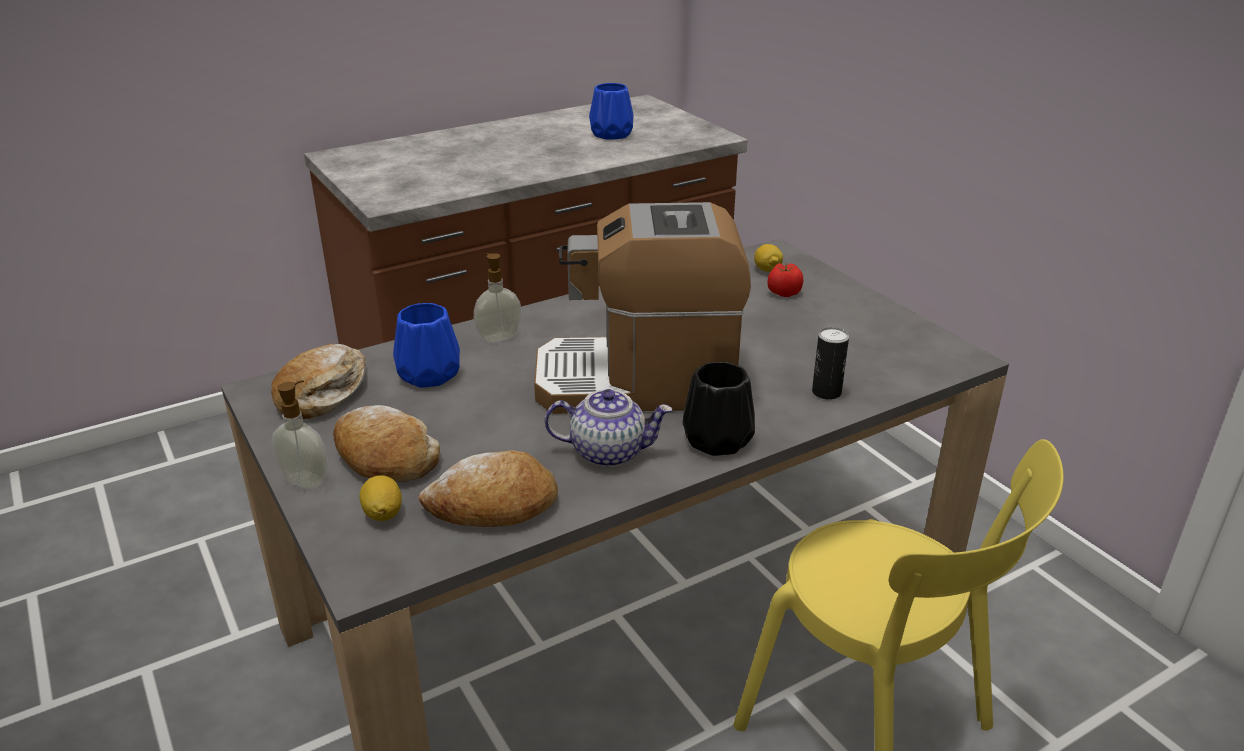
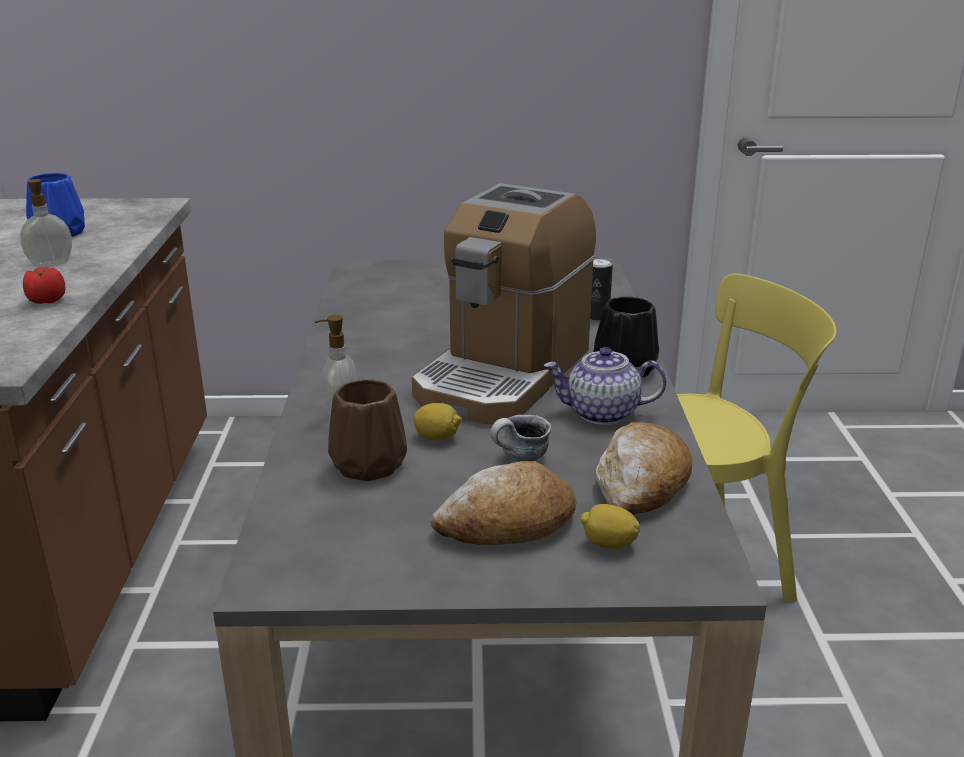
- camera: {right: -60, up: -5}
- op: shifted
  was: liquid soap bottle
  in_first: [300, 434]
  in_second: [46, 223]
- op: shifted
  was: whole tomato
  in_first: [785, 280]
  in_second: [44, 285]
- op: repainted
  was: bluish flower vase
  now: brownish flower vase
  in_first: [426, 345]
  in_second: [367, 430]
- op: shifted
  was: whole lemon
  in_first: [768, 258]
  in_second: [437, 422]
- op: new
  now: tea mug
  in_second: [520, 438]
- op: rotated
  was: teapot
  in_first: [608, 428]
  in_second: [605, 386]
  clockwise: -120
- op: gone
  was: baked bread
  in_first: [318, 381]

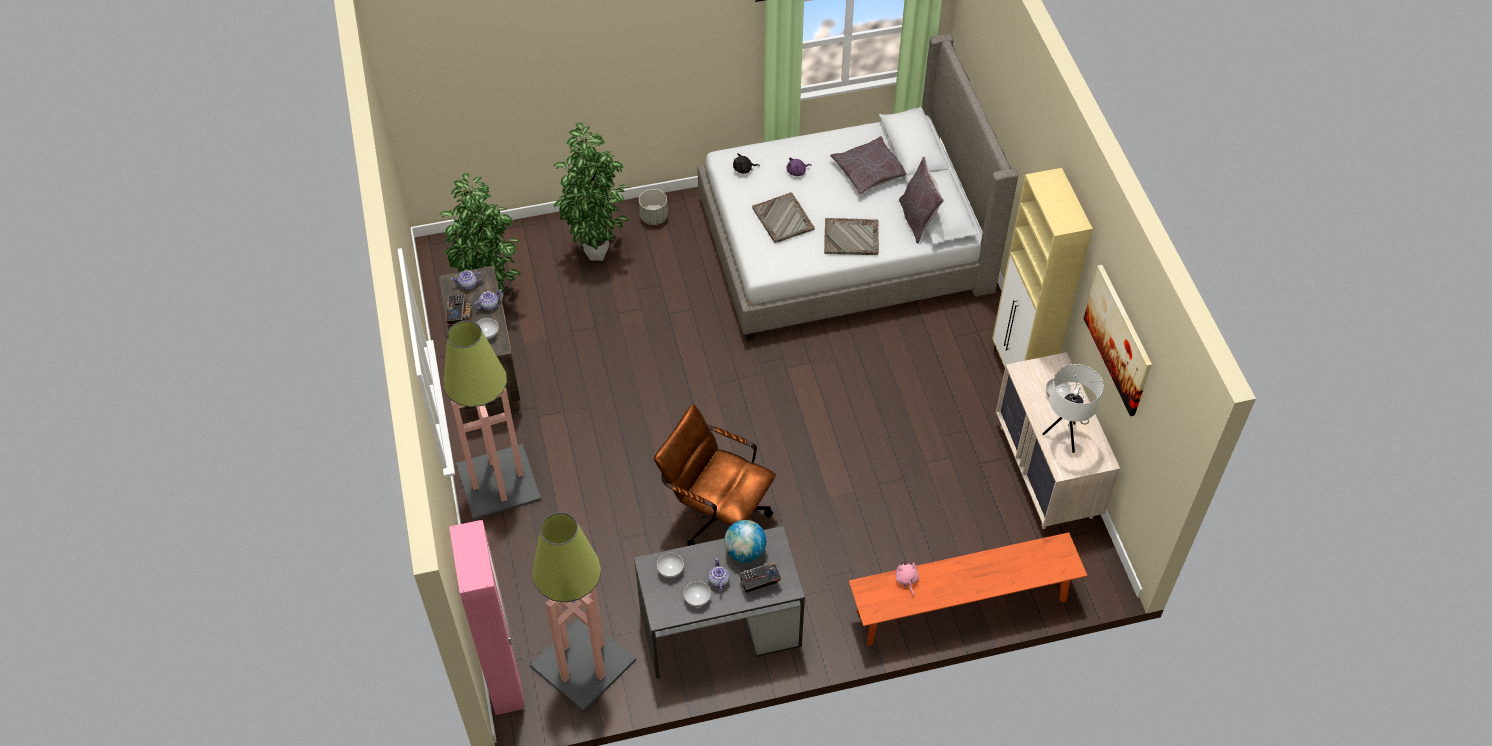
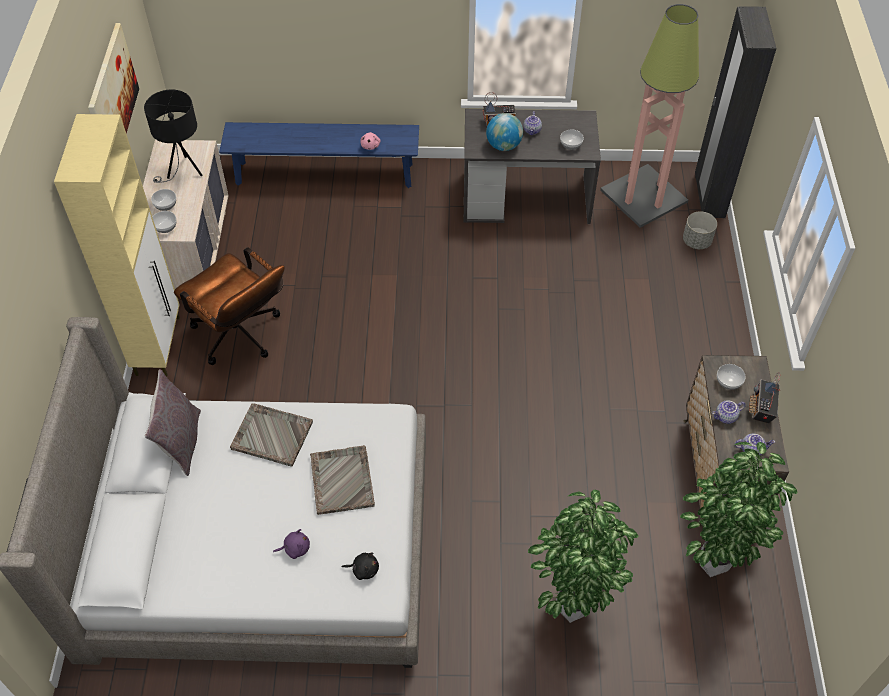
- camera: {right: -165, up: 0}
- op: repainted
  was: whitish tabletop lamp
  now: blackish tabletop lamp
  in_first: [1073, 408]
  in_second: [173, 136]
- op: shifted
  was: serving bowl
  in_first: [697, 594]
  in_second: [164, 222]
- op: shifted
  was: brownish office chair
  in_first: [715, 475]
  in_second: [229, 306]
- op: repainted
  was: orange-coloured indoor bench
  now: bluish indoor bench
  in_first: [968, 589]
  in_second: [319, 155]
- op: shifted
  was: gray planter
  in_first: [653, 207]
  in_second: [700, 230]
- op: repainted
  was: pinkish armoire
  now: blackish armoire
  in_first: [487, 617]
  in_second: [735, 112]
- op: gone
  was: standing lamp
  in_first: [492, 420]
- op: gone
  was: gray throw pillow
  in_first: [868, 165]

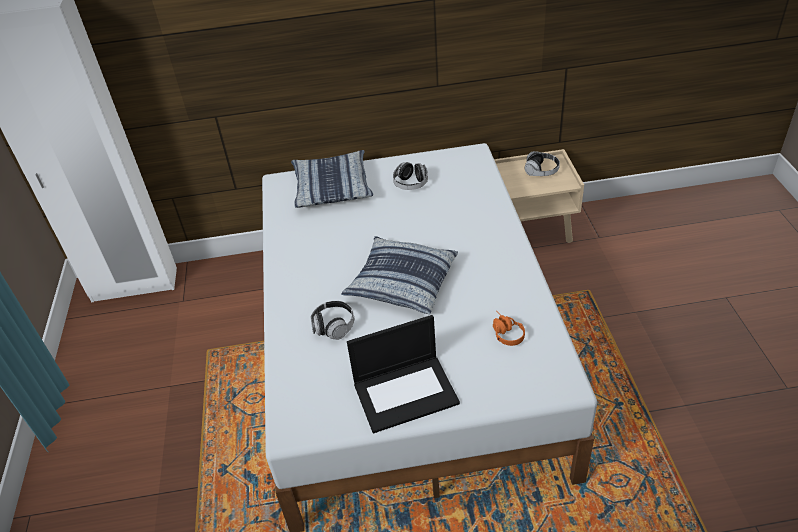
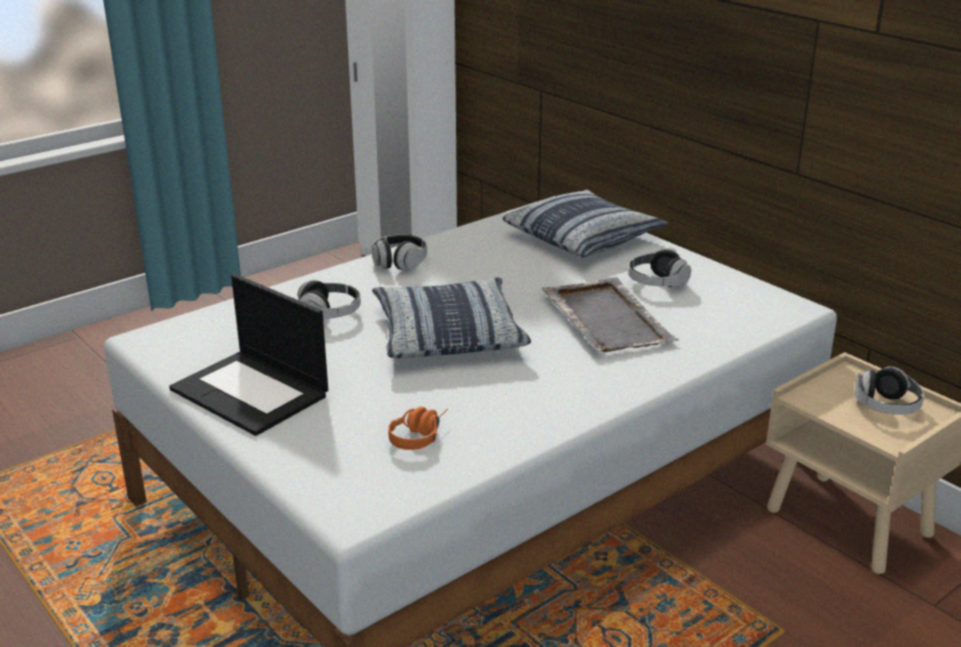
- camera: {right: 55, up: -15}
- op: new
  now: headset
  in_second: [399, 252]
- op: new
  now: gray carrying tray
  in_second: [610, 314]

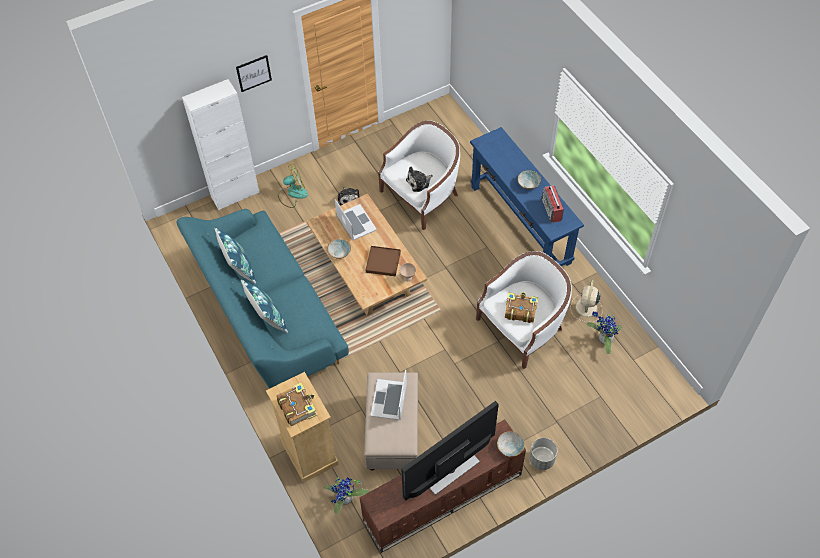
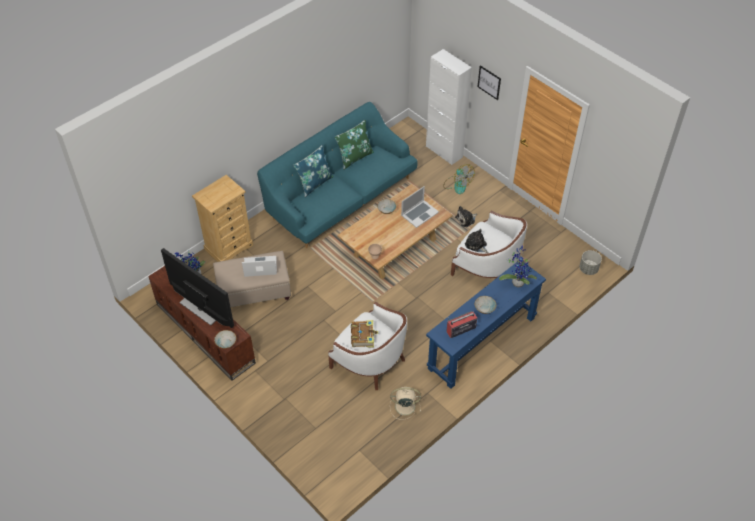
- camera: {right: 75, up: -5}
- op: repainted
  was: bluish throw pillow
  now: greenish throw pillow
  in_first: [235, 255]
  in_second: [354, 144]
- op: shifted
  was: potted plant
  in_first: [604, 332]
  in_second: [518, 267]
- op: shifted
  was: gray planter
  in_first: [543, 454]
  in_second: [590, 262]
- op: gone
  was: book
  in_first: [297, 404]
- op: gone
  was: brownish carrying tray
  in_first: [383, 261]

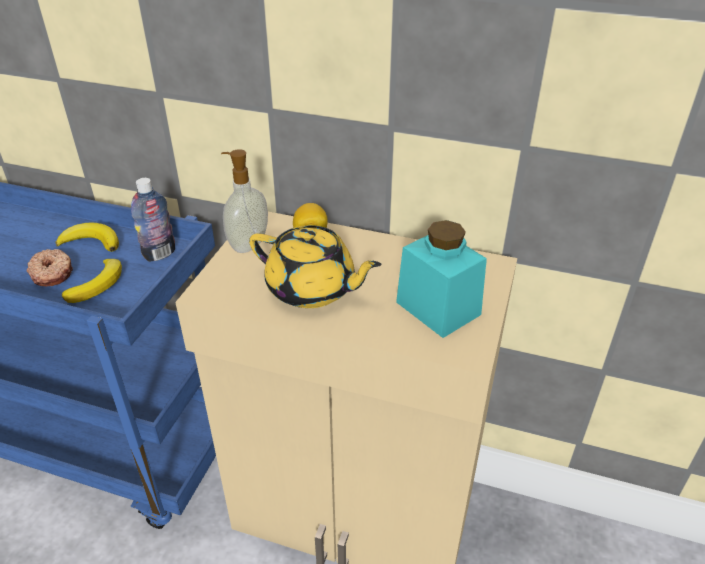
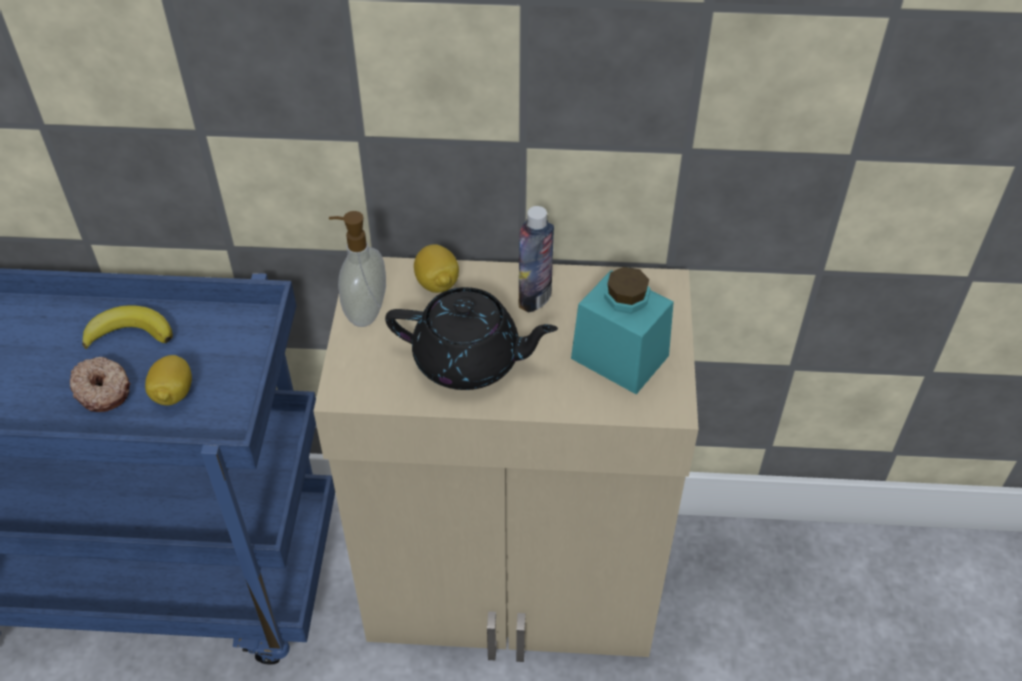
- camera: {right: -15, up: 10}
- op: swapped
  was: whole banana
  now: whole lemon
  in_first: [92, 281]
  in_second: [168, 380]
- op: repainted
  was: yellow-coloured teapot
  now: blackish teapot
  in_first: [315, 266]
  in_second: [471, 338]
- op: shifted
  was: bottle
  in_first: [153, 220]
  in_second: [536, 259]

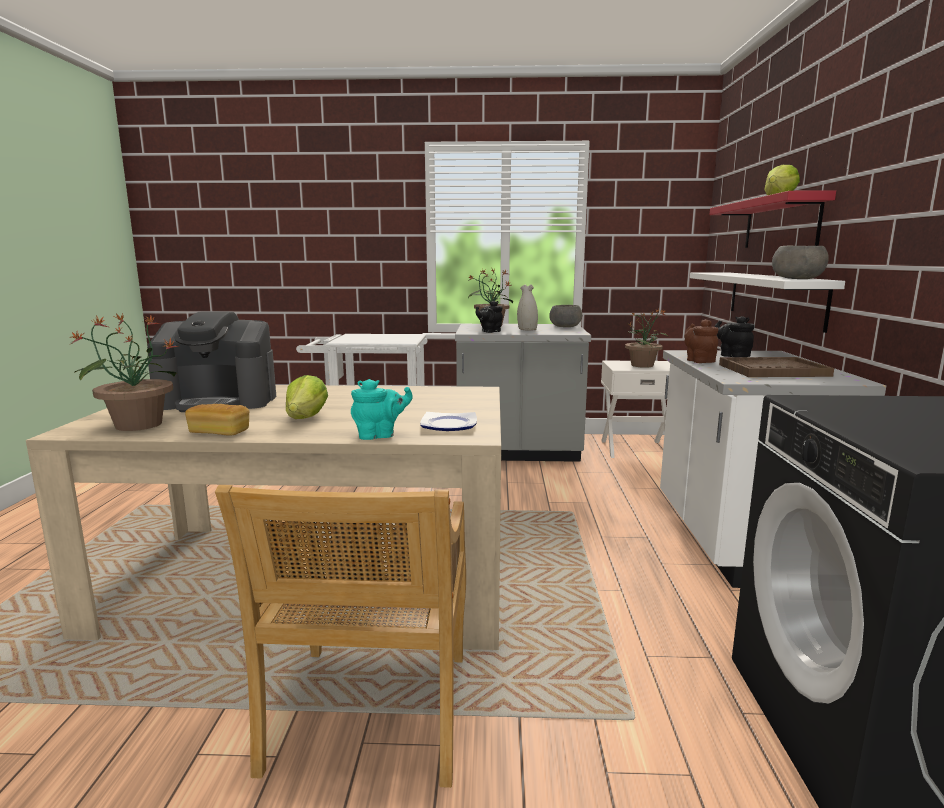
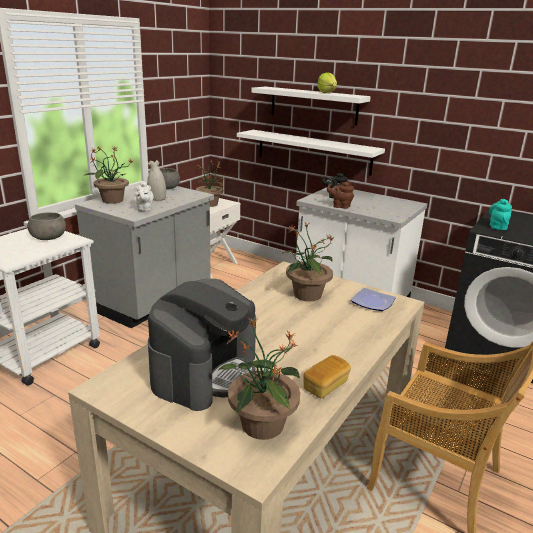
- camera: {right: -60, up: 10}
- op: shifted
  was: gray serving bowl
  in_first: [800, 262]
  in_second: [46, 226]
- op: repainted
  was: blackish teapot
  now: whitish teapot
  in_first: [489, 317]
  in_second: [143, 196]
- op: repainted
  was: red bracket shelf
  now: whitish bracket shelf
  in_first: [772, 219]
  in_second: [311, 106]
- op: new
  now: potted plant
  in_second: [308, 261]
- op: shifted
  was: turquoise-coloured teapot
  in_first: [382, 409]
  in_second: [500, 214]
- op: gone
  was: head of lettuce
  in_first: [307, 397]
- op: gone
  was: brownish carrying tray
  in_first: [776, 367]

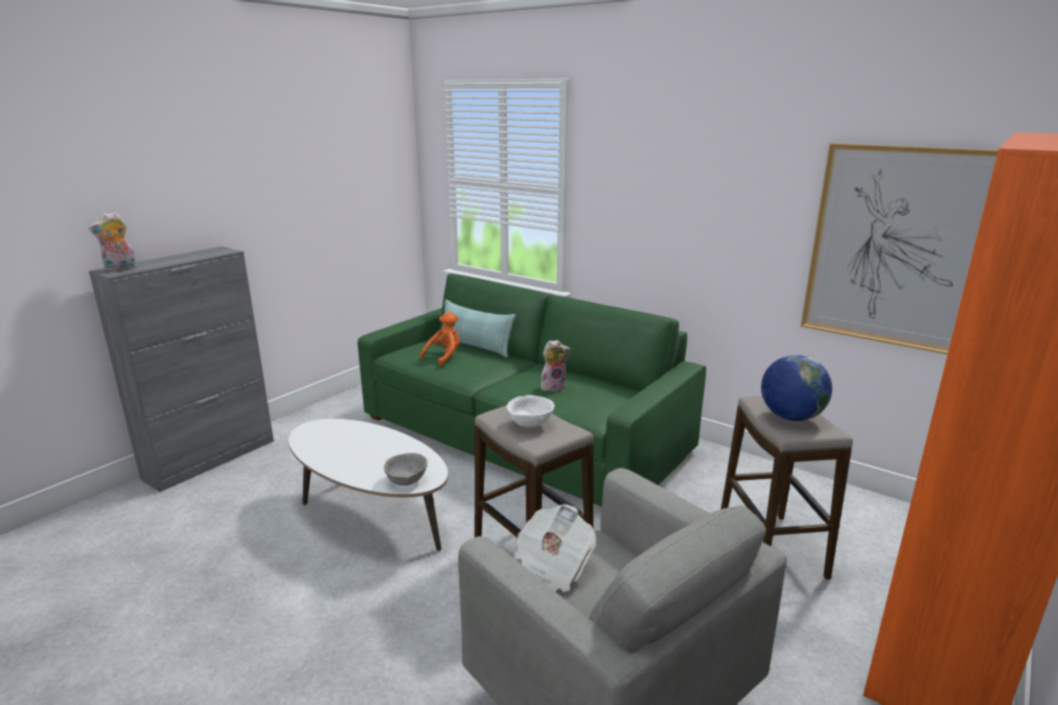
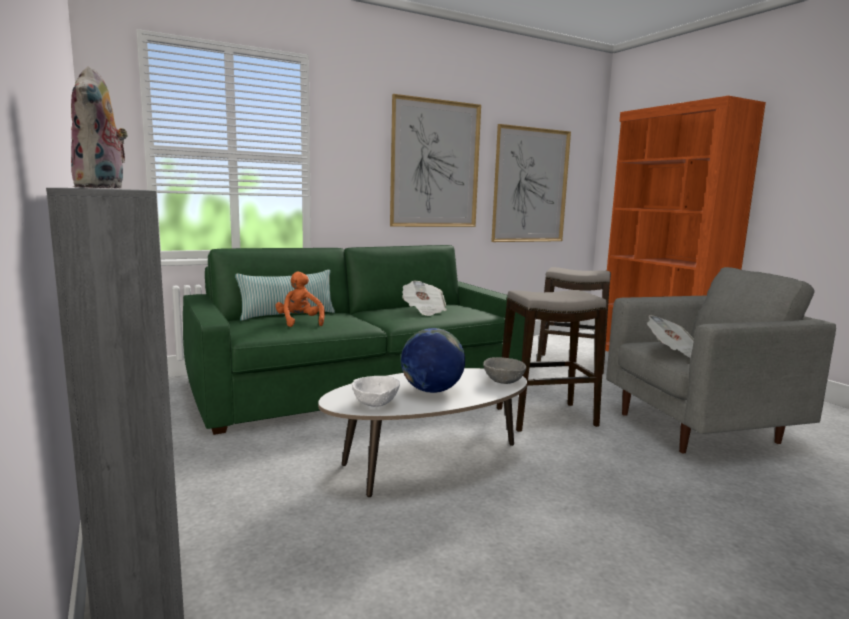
- camera: {right: -65, up: -10}
- op: shifted
  was: whitish serving bowl
  in_first: [530, 411]
  in_second: [376, 391]
- op: new
  now: wall picture
  in_second: [435, 160]
- op: shifted
  was: globe
  in_first: [796, 388]
  in_second: [433, 360]
- op: swapped
  was: plush toy
  now: newspaper
  in_first: [555, 365]
  in_second: [424, 298]

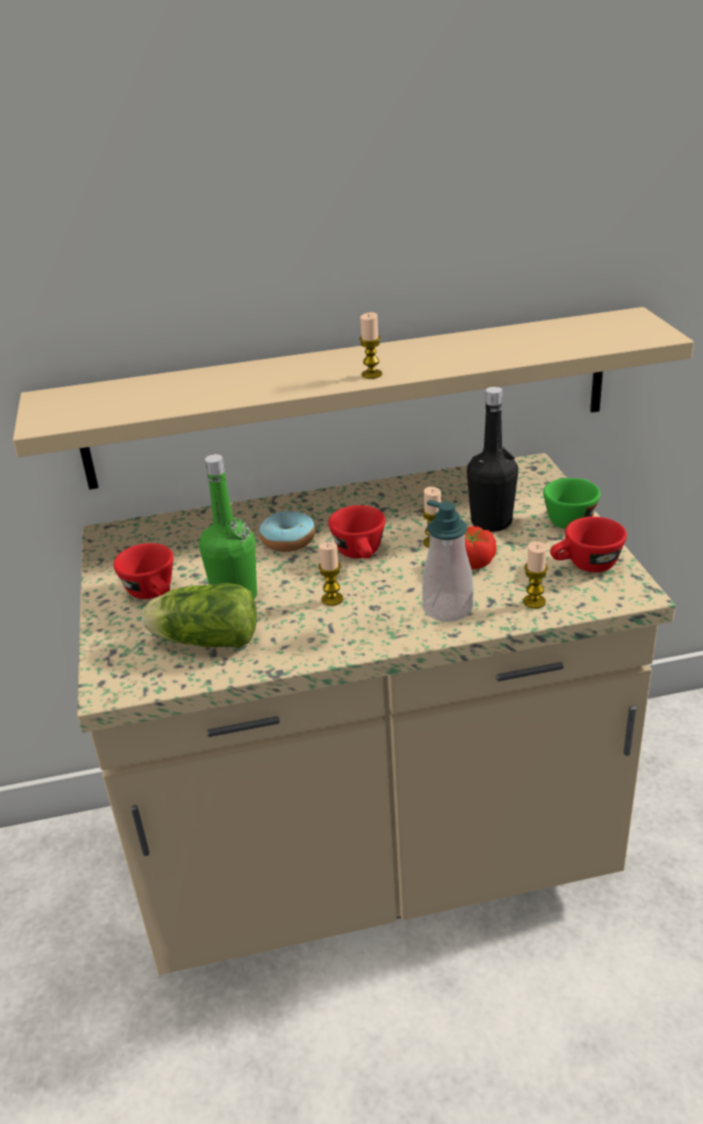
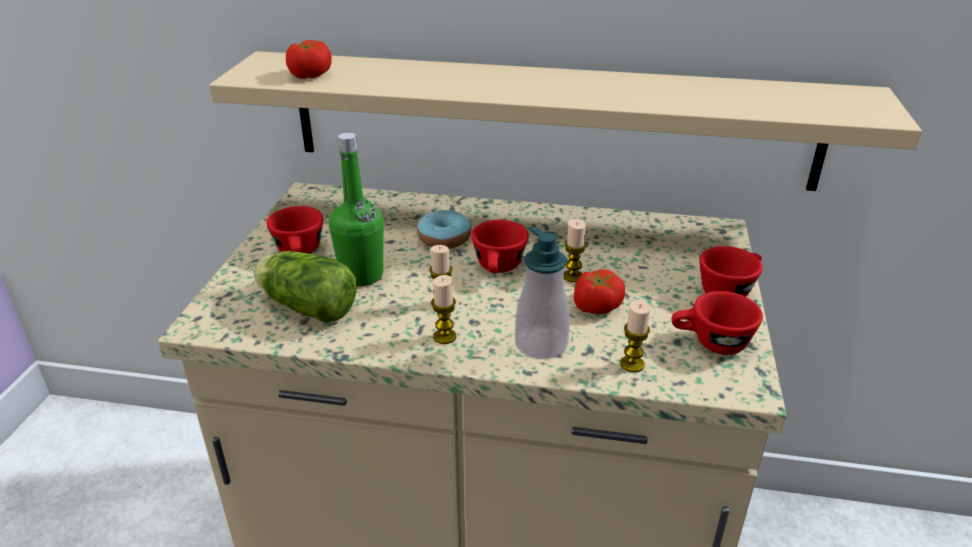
- camera: {right: 20, up: 0}
- op: new
  now: whole tomato
  in_second: [309, 59]
- op: shifted
  was: candle
  in_first: [370, 345]
  in_second: [444, 309]
- op: repainted
  was: greenish drinking cup
  now: red drinking cup
  in_first: [572, 503]
  in_second: [731, 271]
- op: gone
  was: blackish bottle
  in_first: [492, 459]

